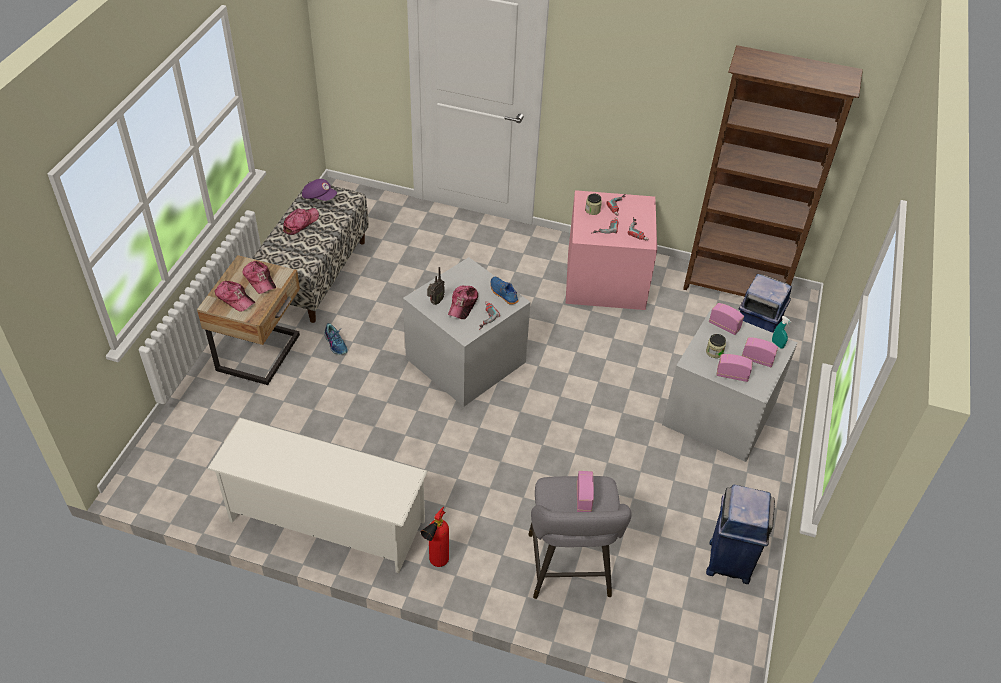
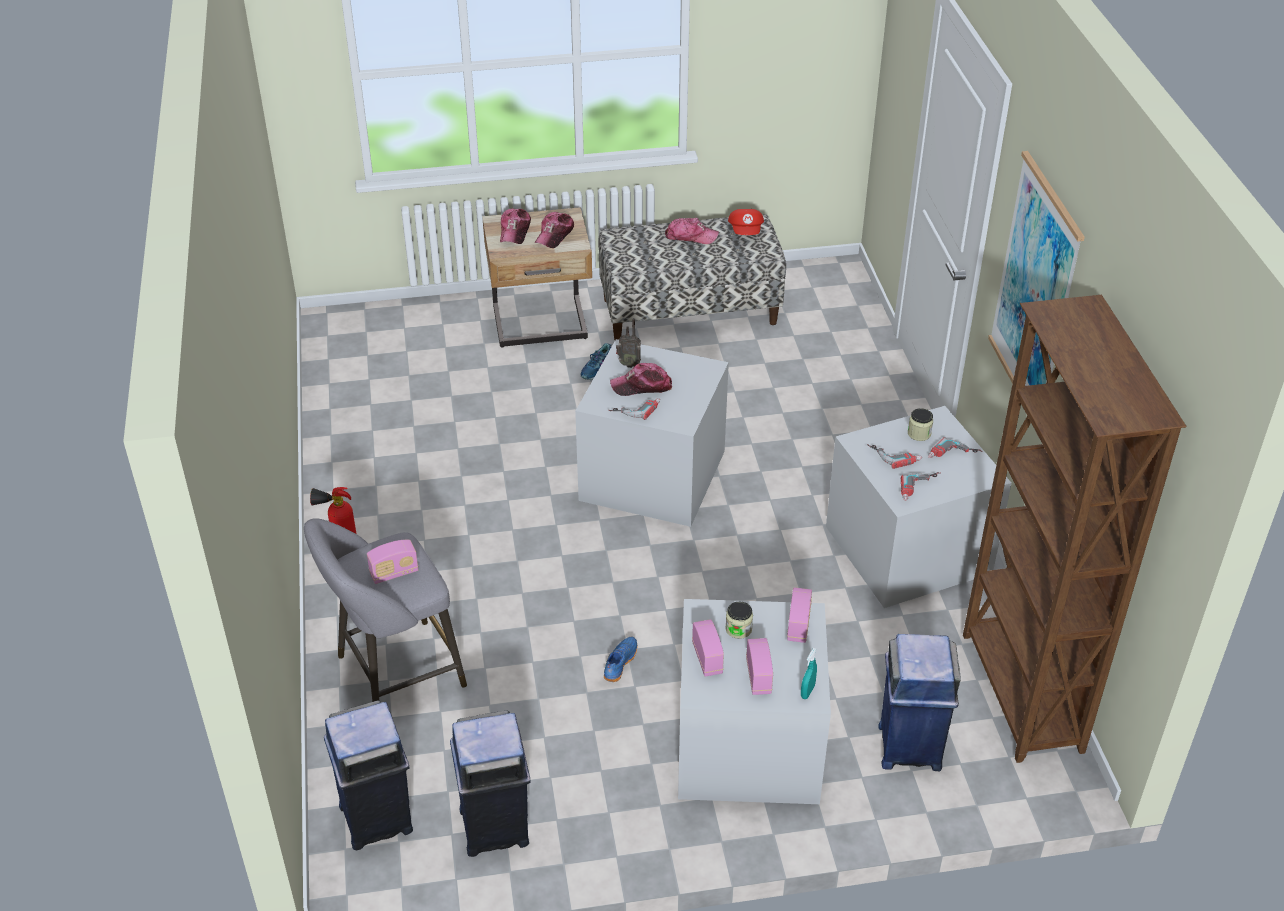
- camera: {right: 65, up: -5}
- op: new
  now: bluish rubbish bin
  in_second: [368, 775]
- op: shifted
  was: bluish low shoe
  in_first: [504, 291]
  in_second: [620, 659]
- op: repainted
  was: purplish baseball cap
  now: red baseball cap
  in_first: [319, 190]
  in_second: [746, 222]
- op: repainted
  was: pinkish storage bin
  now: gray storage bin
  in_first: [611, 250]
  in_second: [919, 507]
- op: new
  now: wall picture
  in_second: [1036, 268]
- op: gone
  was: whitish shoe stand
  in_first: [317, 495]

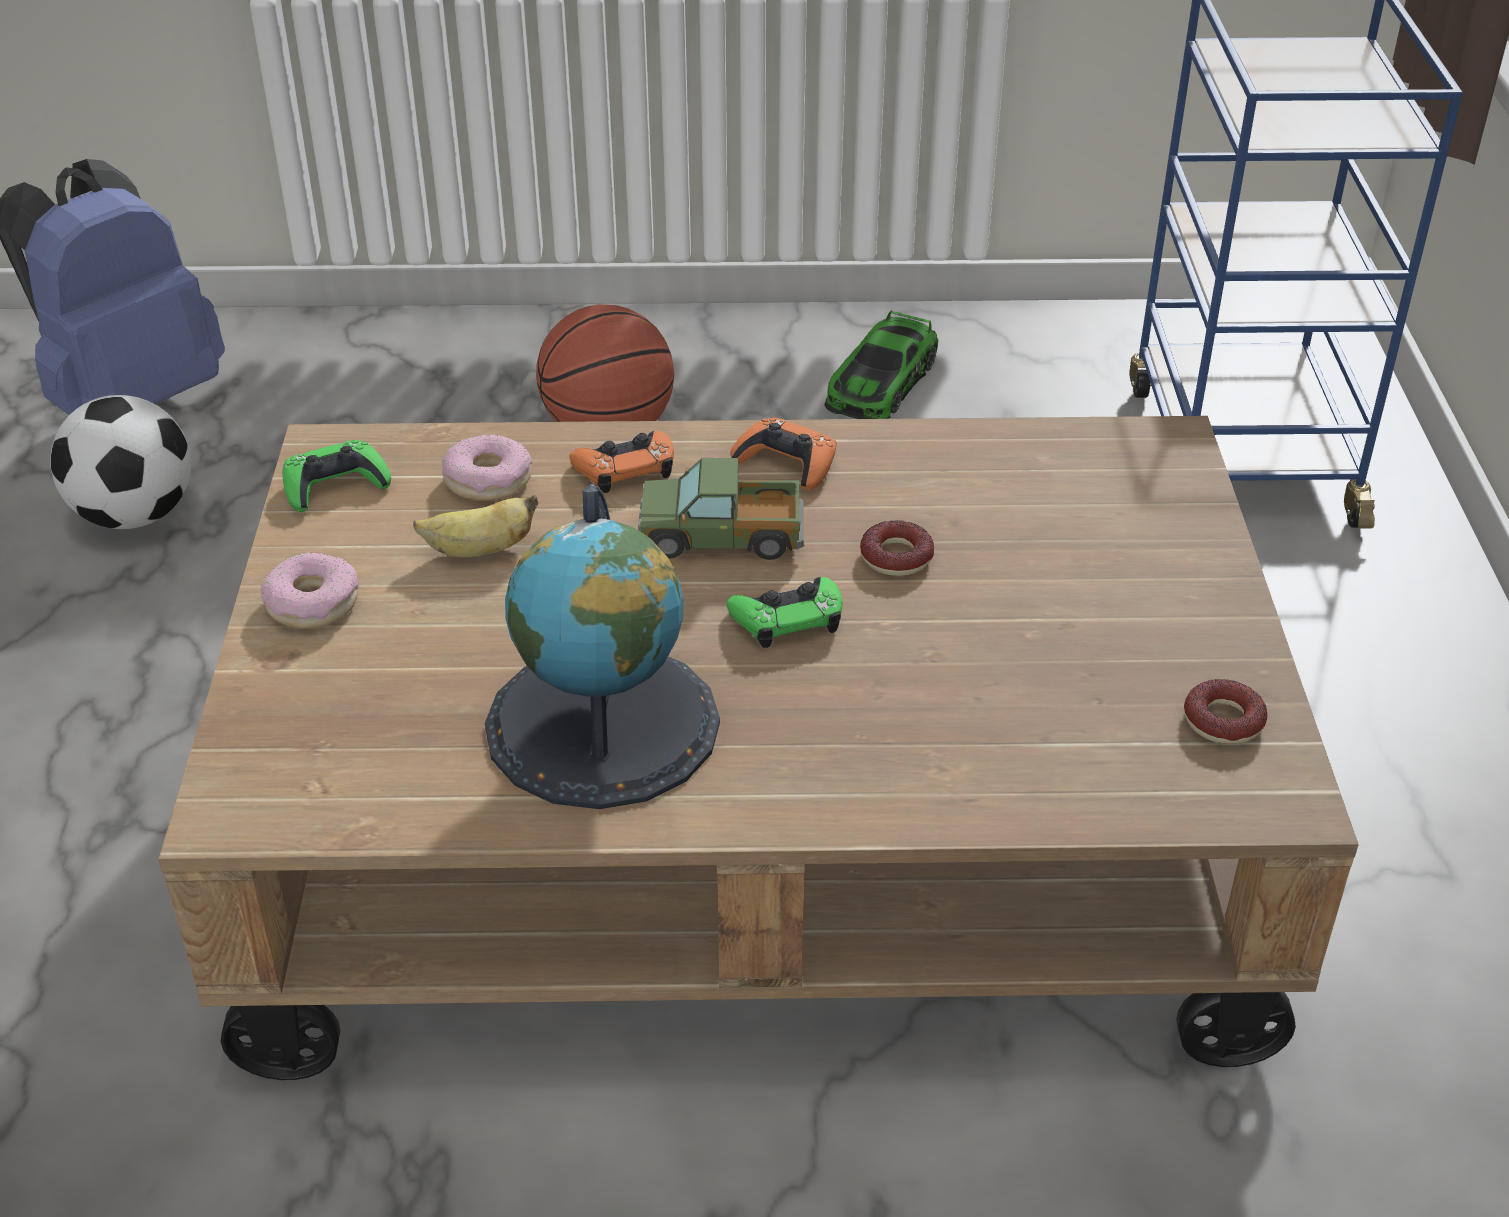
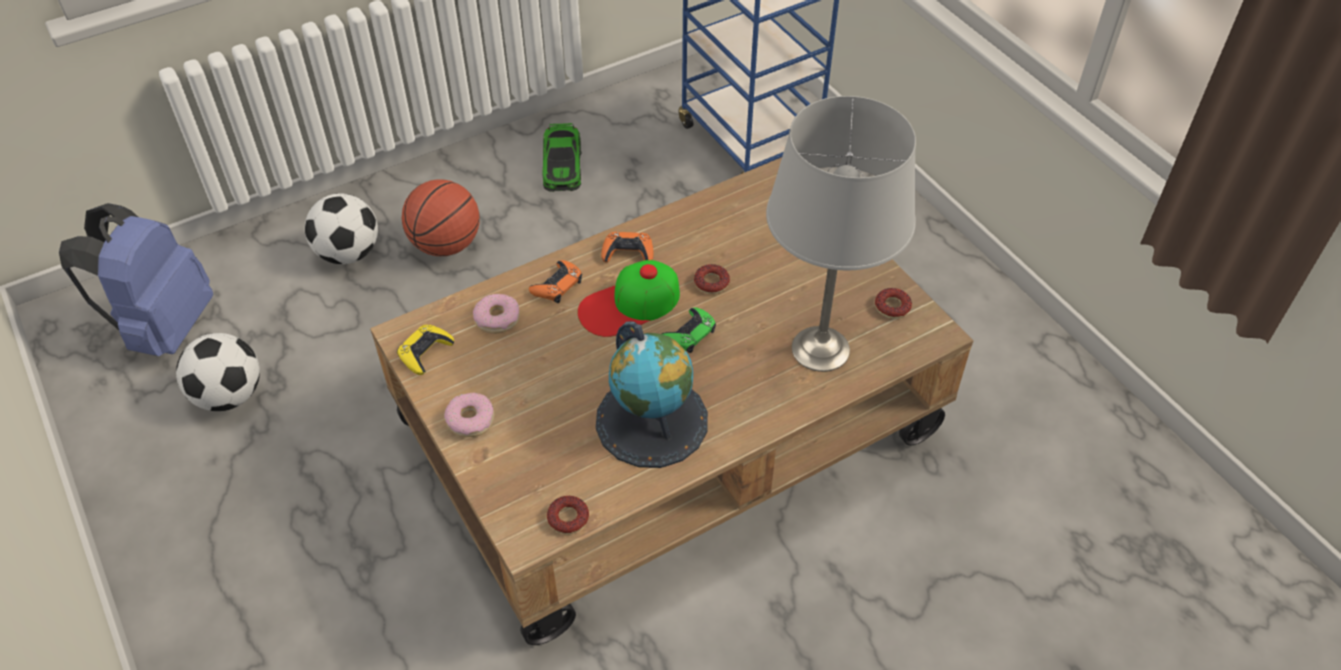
- camera: {right: -30, up: 10}
- op: new
  now: football
  in_second: [341, 228]
- op: repainted
  was: greenish joypad
  now: yellow-coloured joypad
  in_first: [336, 476]
  in_second: [425, 350]
- op: new
  now: donut
  in_second: [568, 515]
- op: swapped
  was: model truck
  now: baseball cap
  in_first: [721, 509]
  in_second: [629, 298]
- op: new
  now: gray tabletop lamp
  in_second: [841, 234]
- op: gone
  was: whole banana
  in_first: [475, 525]

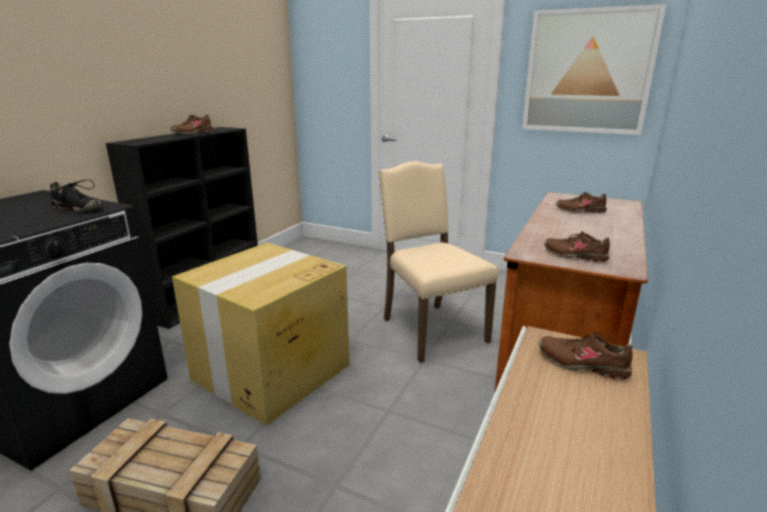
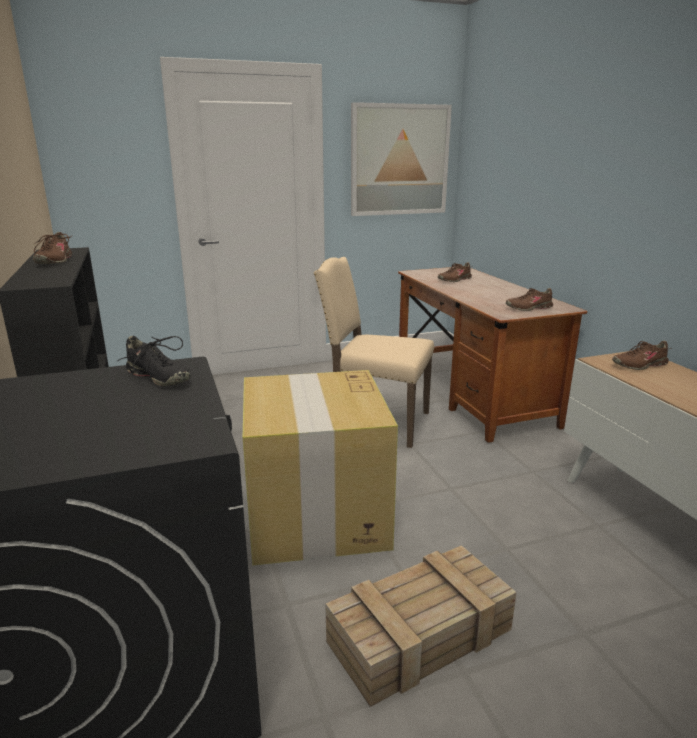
- camera: {right: -45, up: 0}
- op: rotated
  was: blackish low shoe
  in_first: [73, 195]
  in_second: [153, 361]
  clockwise: 60

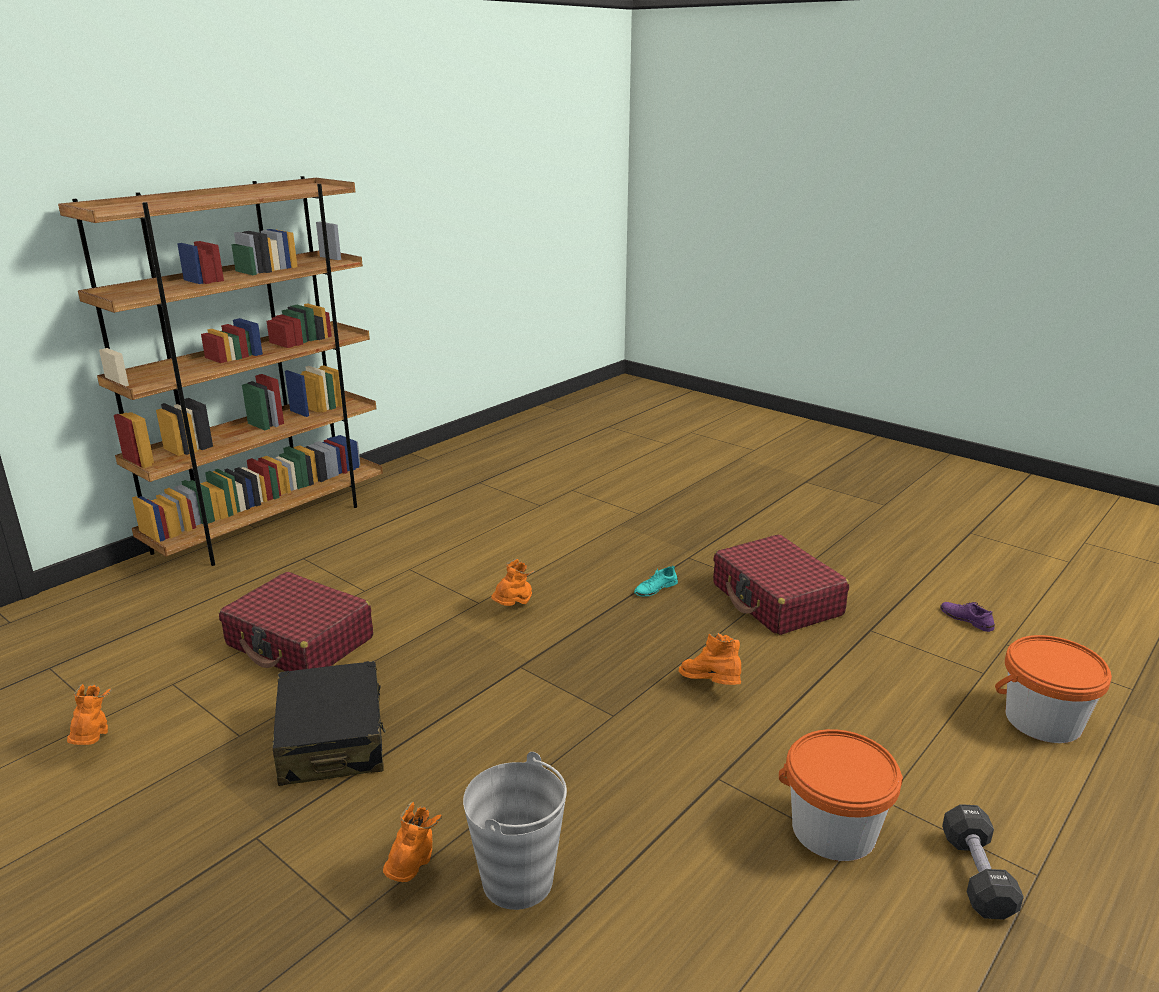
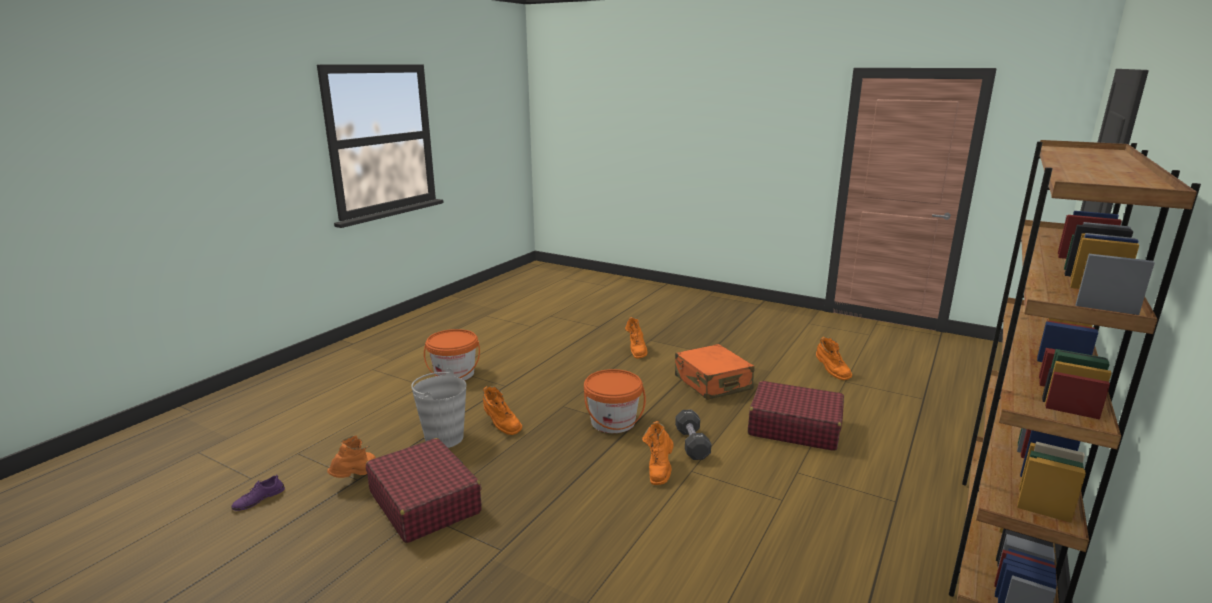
- camera: {right: 170, up: -5}
- op: rotated
  was: purplish low shoe
  in_first: [967, 617]
  in_second: [258, 493]
  clockwise: 90
- op: new
  now: orange-coloured boot
  in_second: [351, 456]
- op: shifted
  was: gray pail
  in_first: [515, 831]
  in_second: [438, 408]
- op: shifted
  was: orange-coloured pail
  in_first: [1053, 689]
  in_second: [615, 401]
- op: repainted
  was: blackish piece of luggage
  now: orange-coloured piece of luggage
  in_first: [329, 723]
  in_second: [715, 372]
- op: shifted
  was: blackish dumbbell
  in_first: [983, 862]
  in_second: [693, 434]
- op: gone
  was: turquoise-coloured low shoe
  in_first: [656, 581]

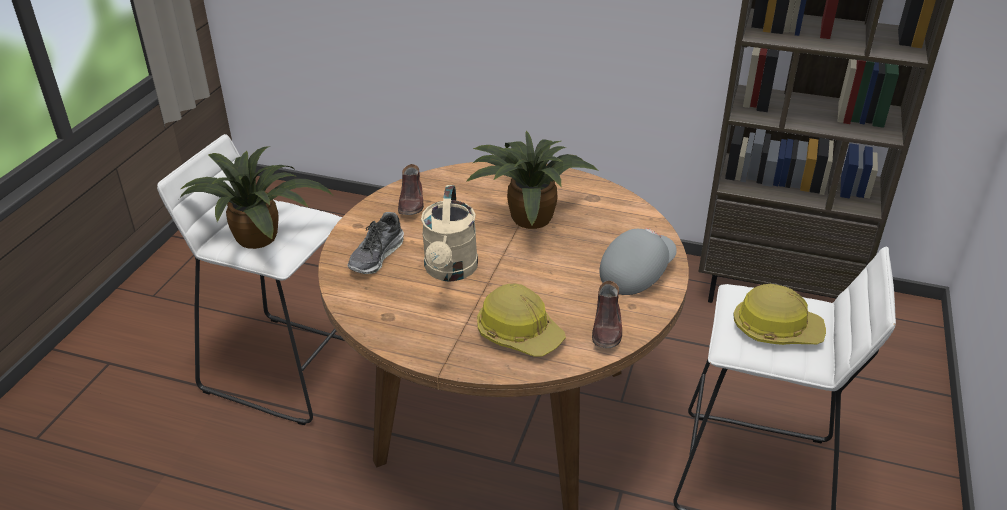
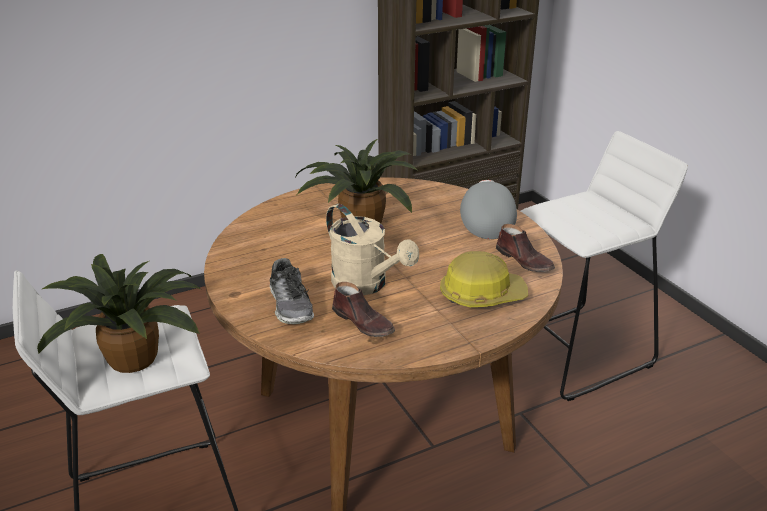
- camera: {right: -45, up: -5}
- op: shifted
  was: brownish low shoe
  in_first: [411, 189]
  in_second: [363, 309]
- op: gone
  was: work helmet
  in_first: [779, 314]

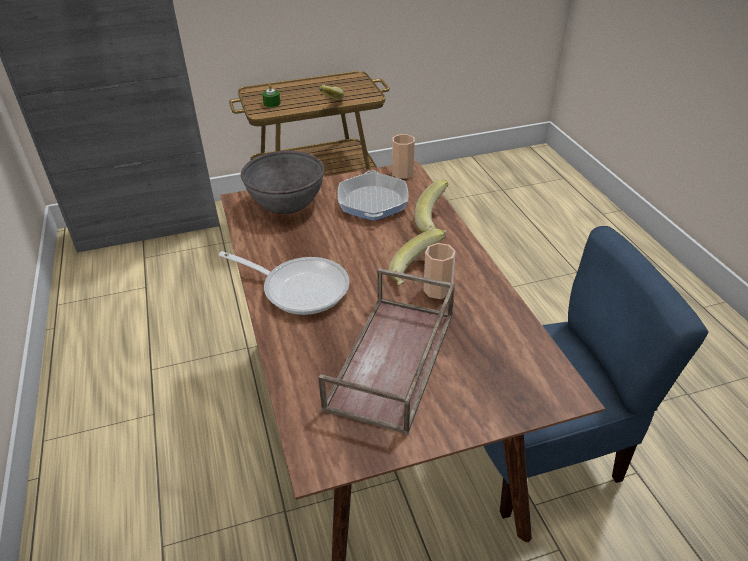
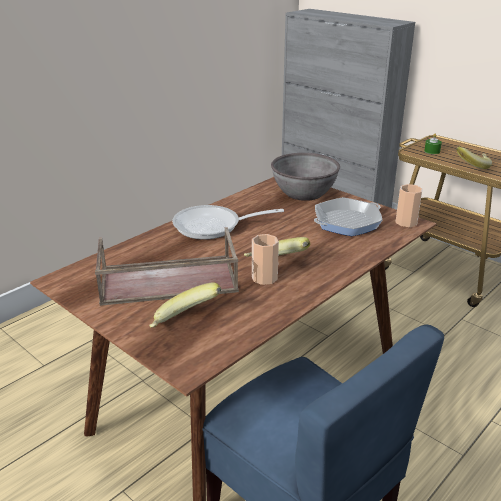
- camera: {right: 60, up: -10}
- op: shifted
  was: whole banana
  in_first: [431, 206]
  in_second: [185, 305]
- op: rotated
  was: skillet
  in_first: [284, 283]
  in_second: [228, 222]
  clockwise: 90

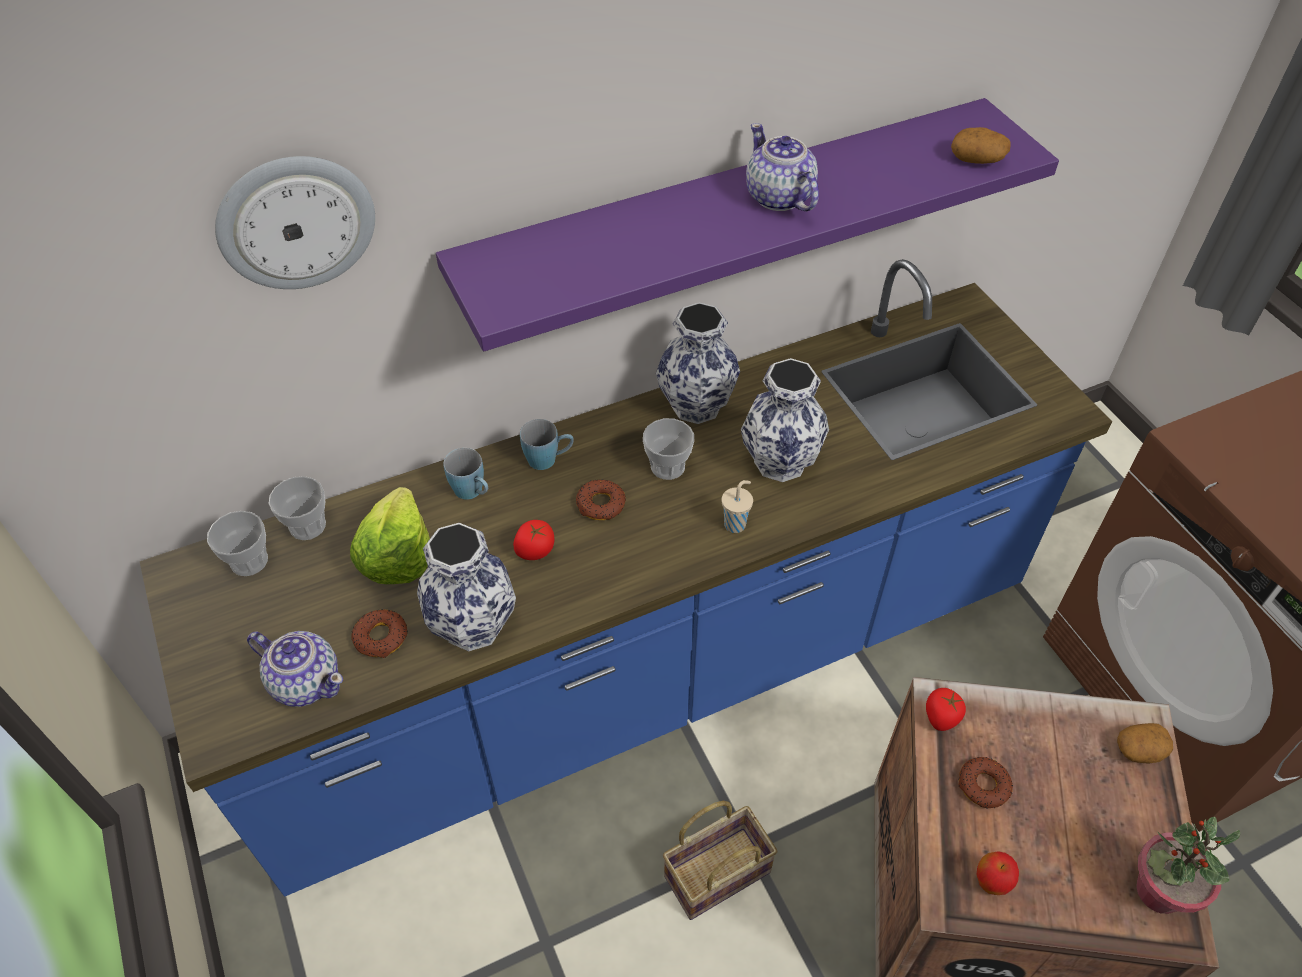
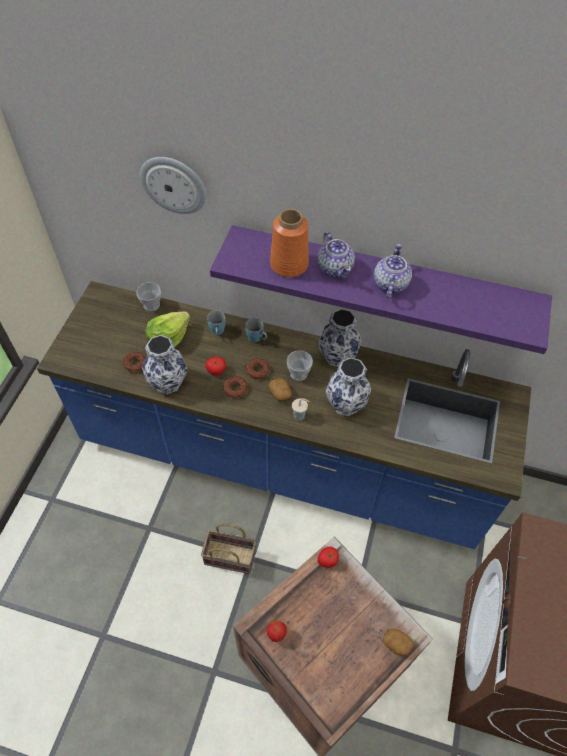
- camera: {right: 40, up: 5}
- op: shifted
  was: donut
  in_first: [986, 782]
  in_second: [235, 387]
- op: shifted
  was: whole potato
  in_first: [981, 145]
  in_second: [280, 389]
- op: new
  now: orange-coloured flower vase
  in_second: [289, 243]
- op: shifted
  was: teapot
  in_first: [295, 669]
  in_second: [336, 255]
- op: gone
  was: drinking cup
  in_first: [237, 543]
- op: gone
  was: potted plant
  in_first: [1188, 865]

